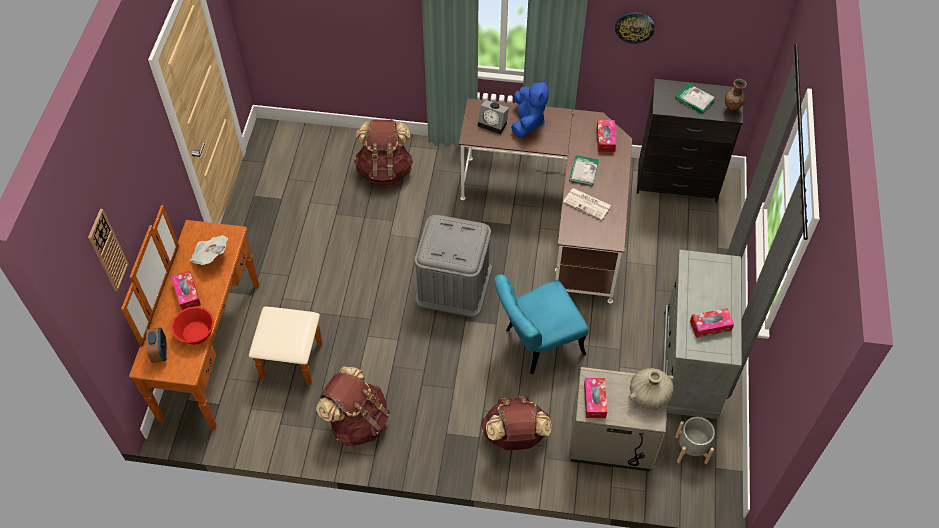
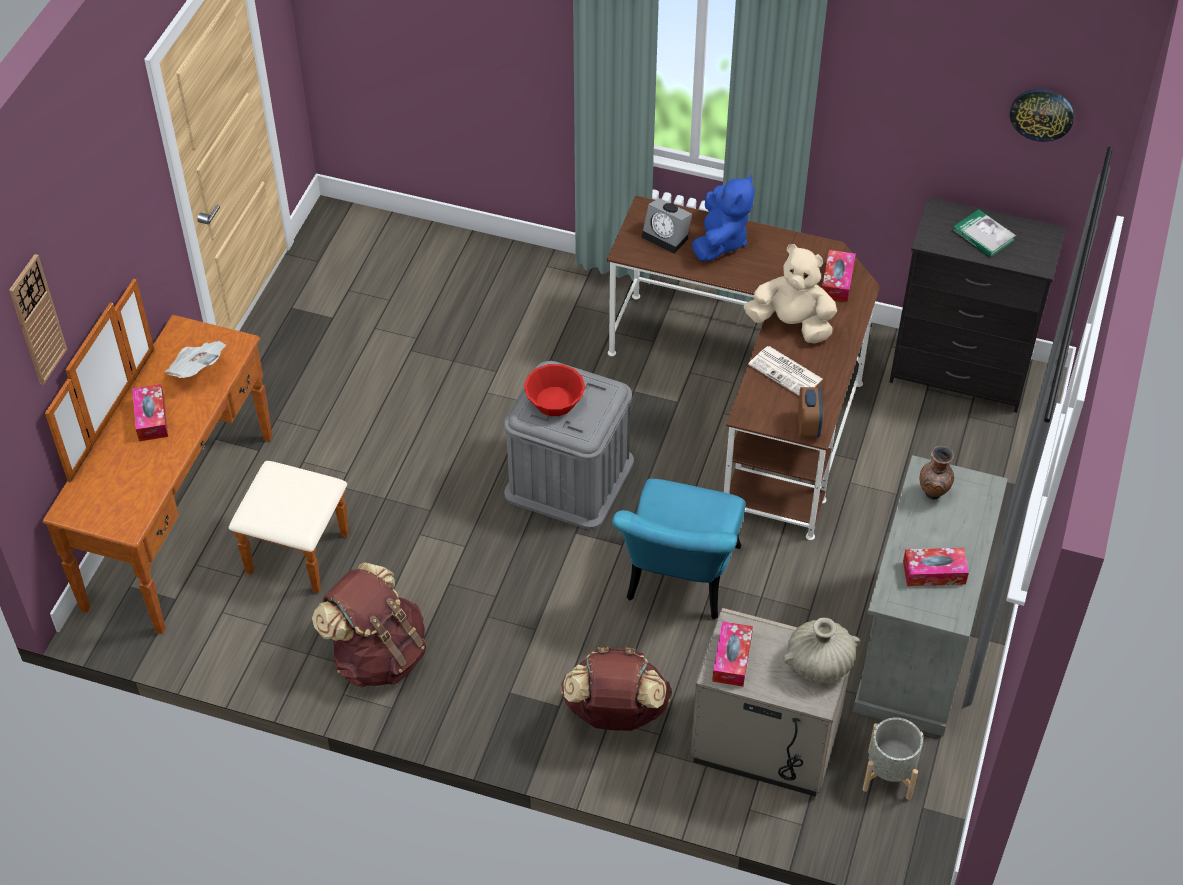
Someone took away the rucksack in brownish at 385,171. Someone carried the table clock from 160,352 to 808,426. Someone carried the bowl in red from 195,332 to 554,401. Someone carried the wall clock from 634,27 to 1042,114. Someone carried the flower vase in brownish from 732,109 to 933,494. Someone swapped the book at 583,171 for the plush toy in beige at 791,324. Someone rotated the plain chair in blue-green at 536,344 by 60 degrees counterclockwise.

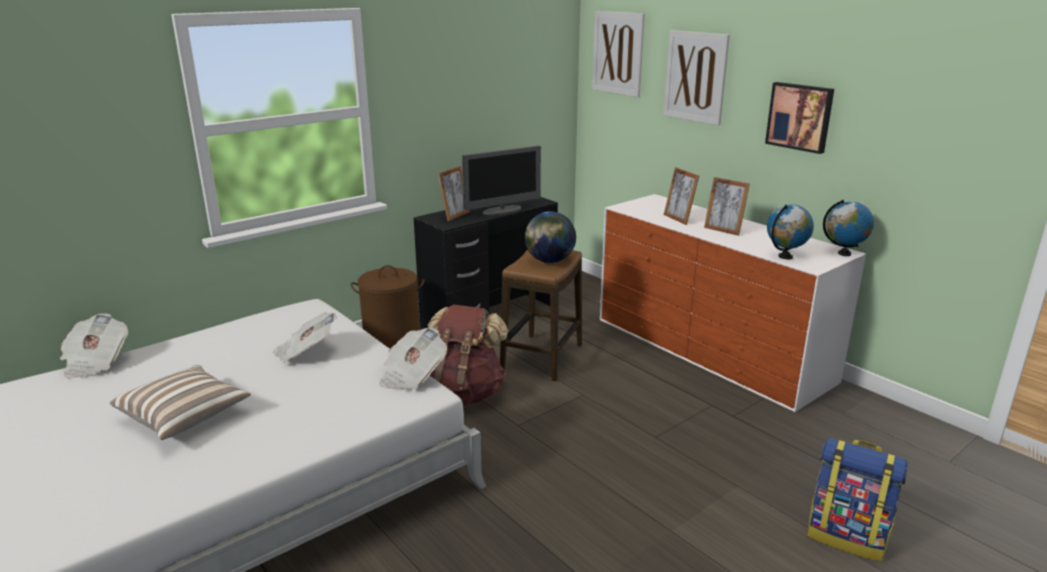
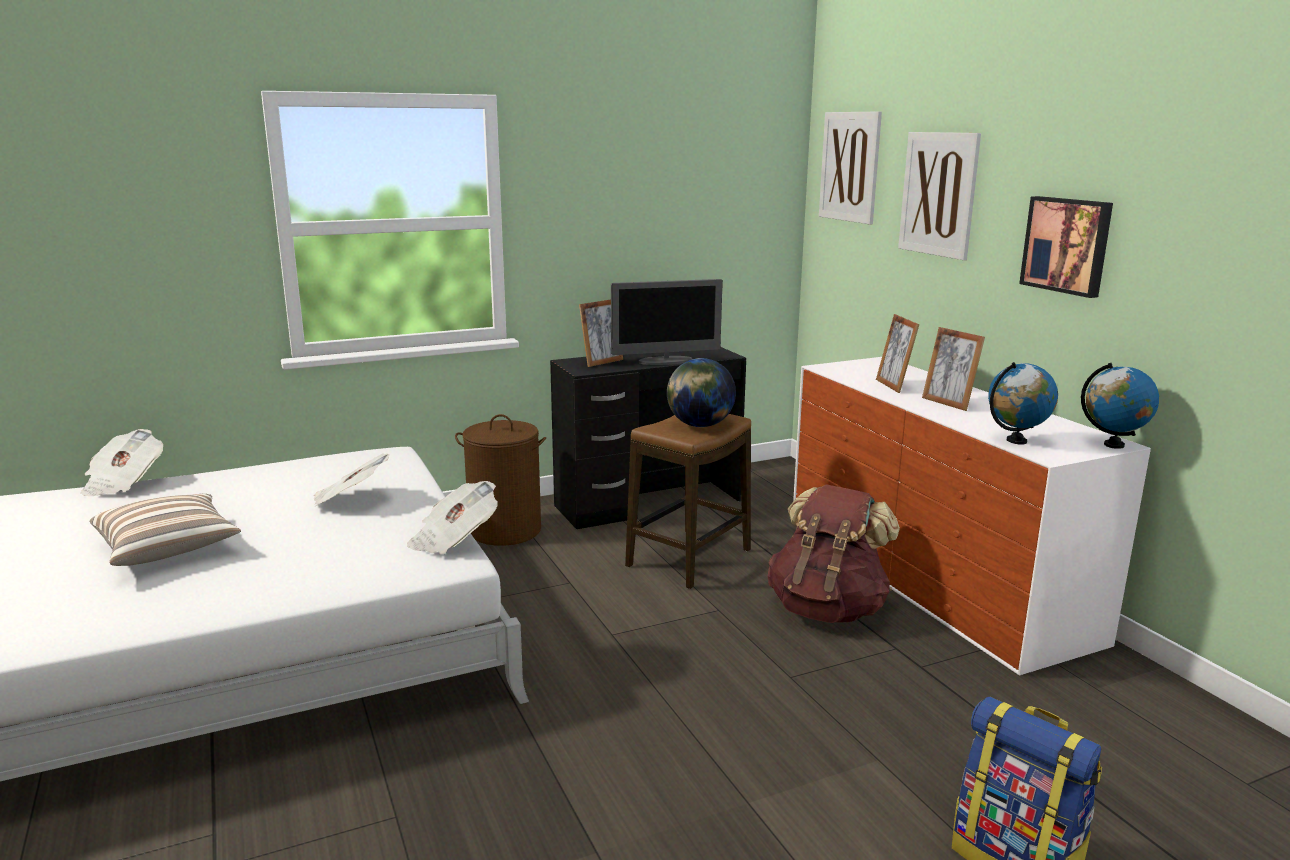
Someone carried the rucksack in brownish from 463,393 to 827,609.

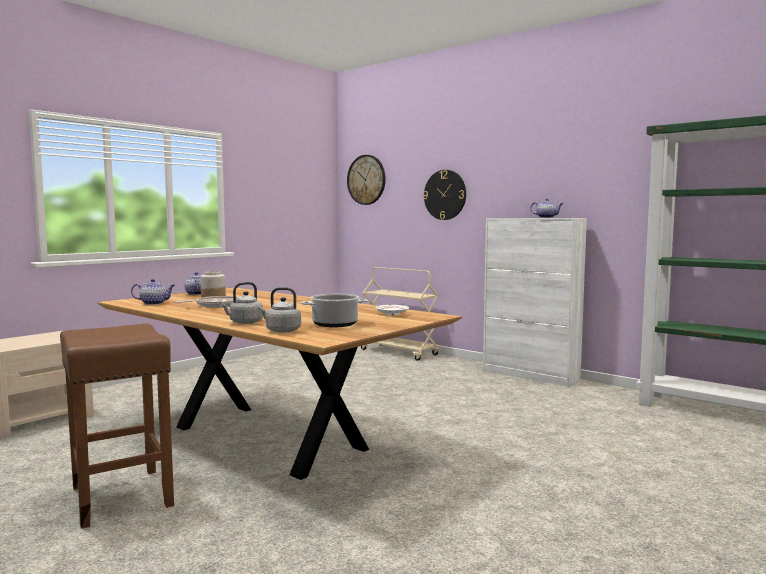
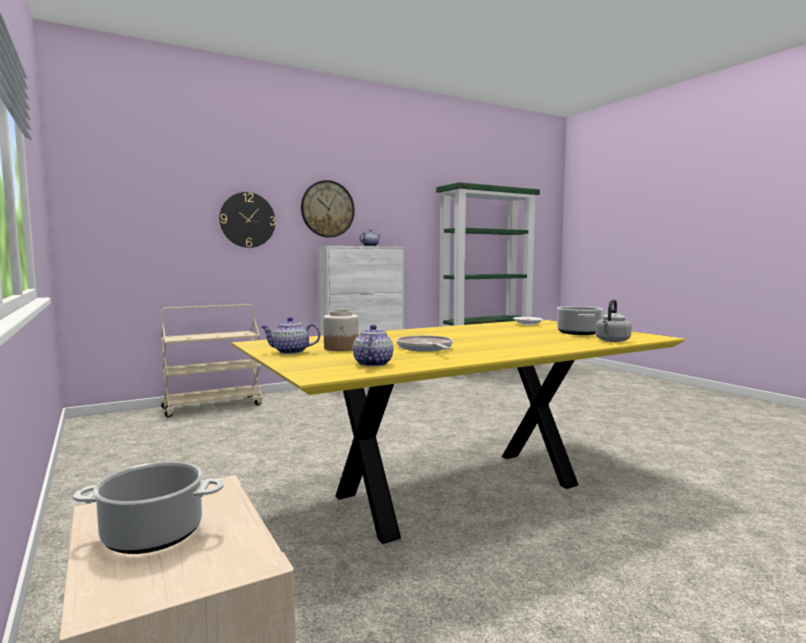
Someone took away the stool in brownish at 120,495. Someone took away the kettle in gray at 244,322. Someone put down the stockpot at 154,534. Someone carried the wall clock from 366,180 to 327,209. Someone repainted the kitchen table in brownish at 268,438, which became the kitchen table in yellow-coloured at 461,490.

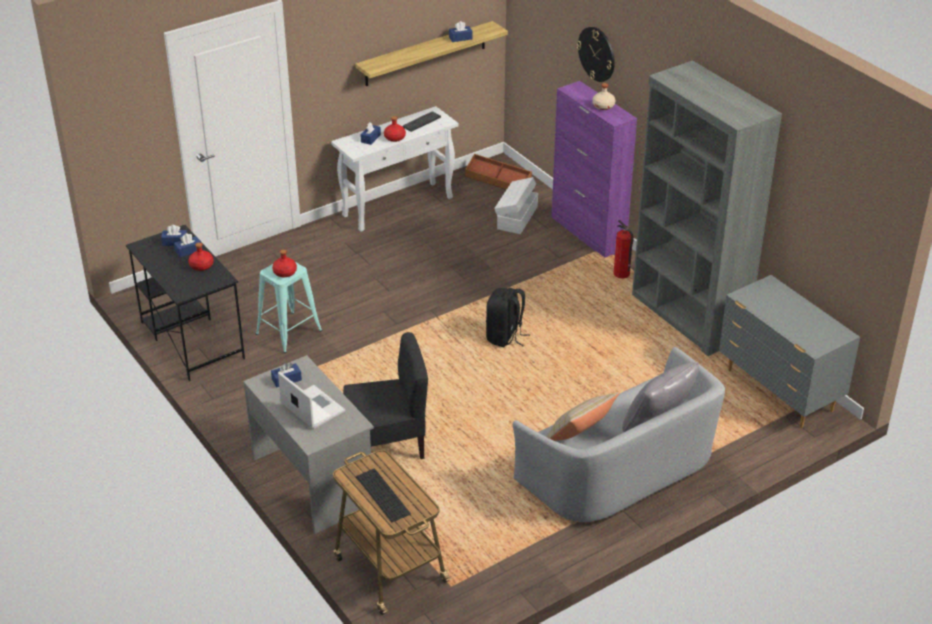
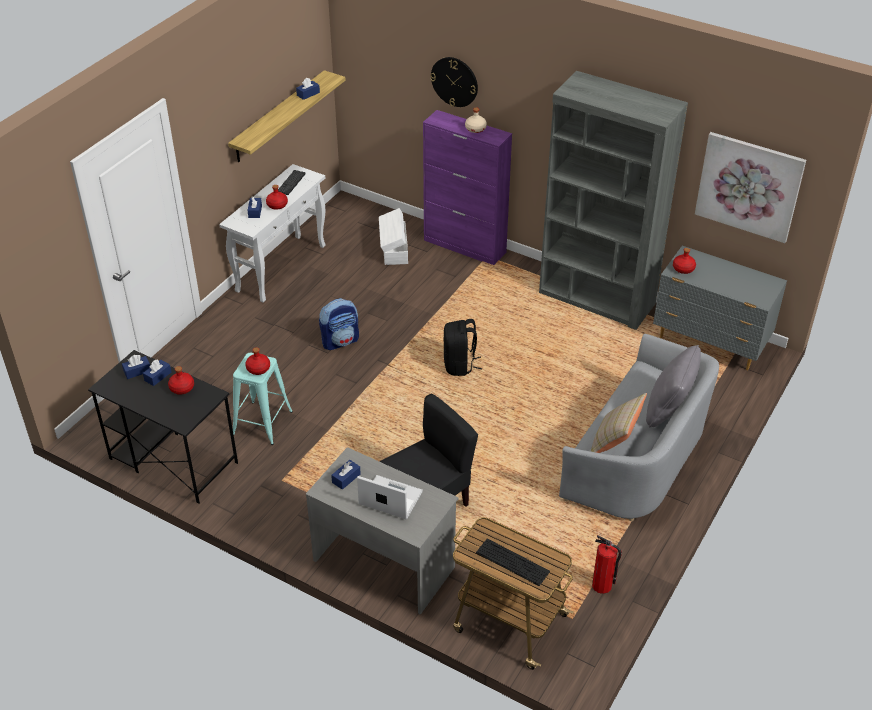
Someone took away the storage box in brownish at 498,181. Someone put down the rucksack at 340,341. Someone put down the bottle in red at 683,268. Someone put up the wall picture at 749,186. Someone carried the fire extinguisher from 621,274 to 602,585.

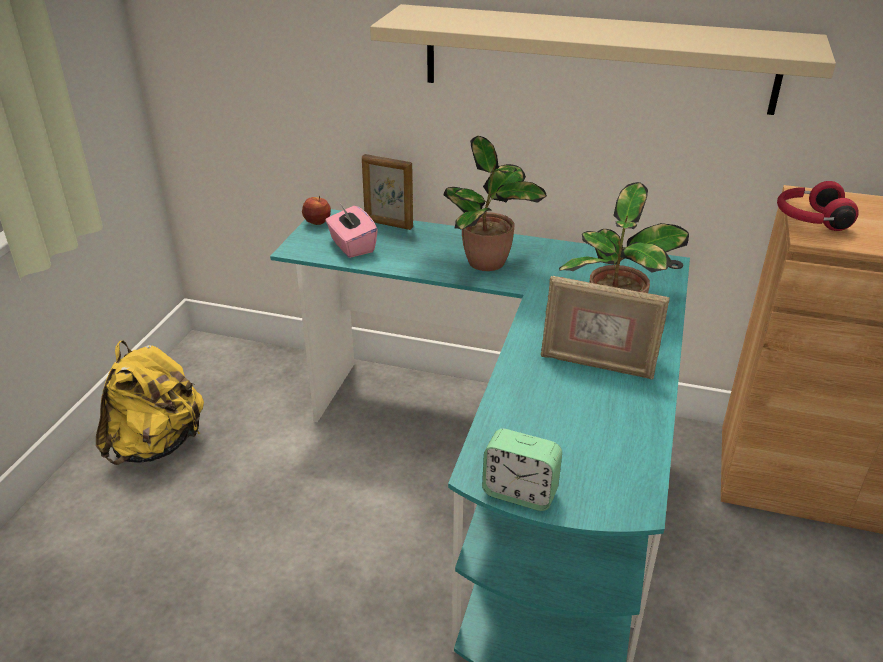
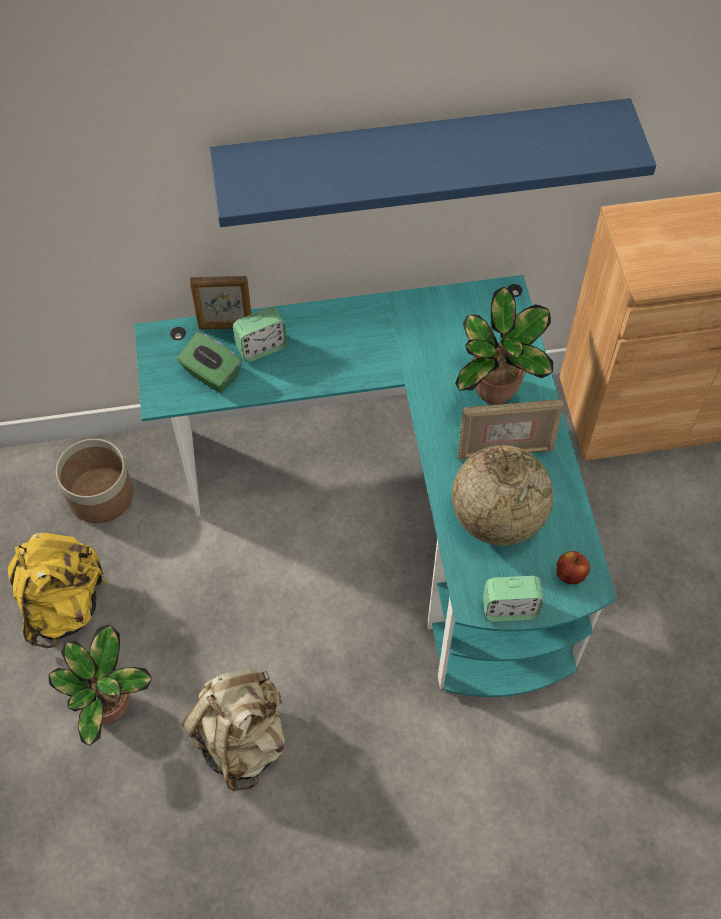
Someone took away the headphones in red at 810,220. Someone put down the planter at 101,495. Someone put down the rucksack in beige at 242,738. Someone put down the table clock at 261,347. Someone put down the globe at 497,518. Someone carried the apple fruit from 317,222 to 570,574. Someone carried the potted plant from 488,263 to 112,708. Someone repainted the tissue box in pinkish at 352,246, which became the tissue box in green-coloured at 211,374. Someone repainted the bracket shelf in beige at 596,58, which became the bracket shelf in blue-coloured at 421,151.

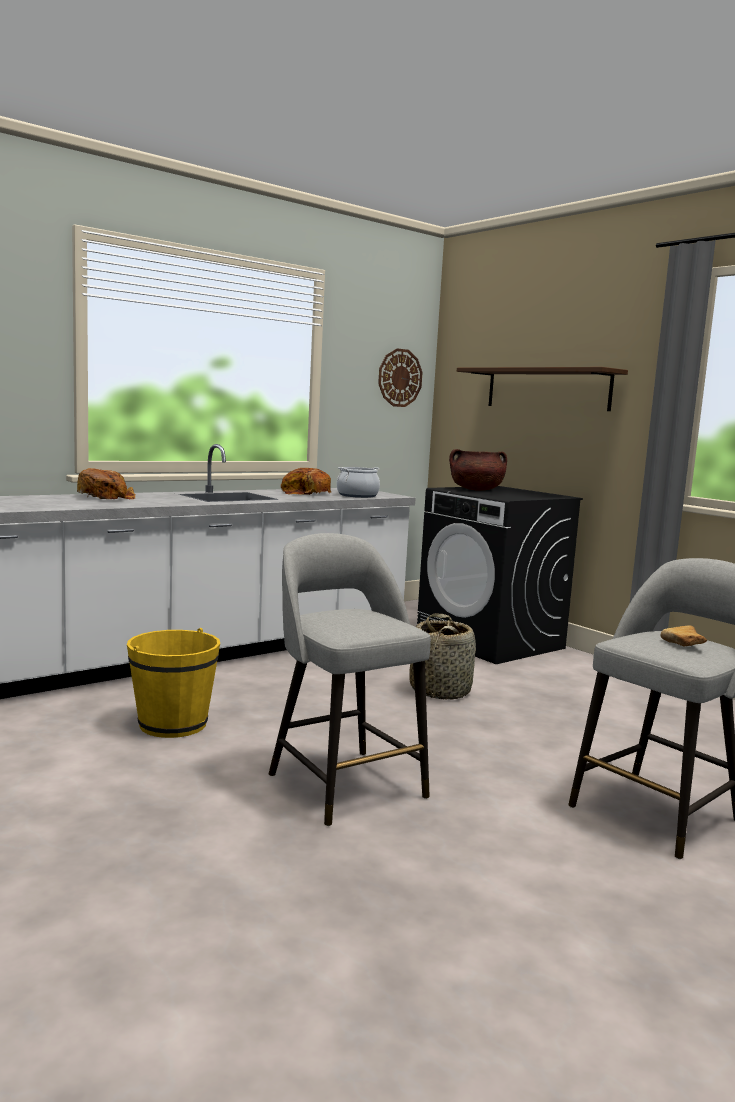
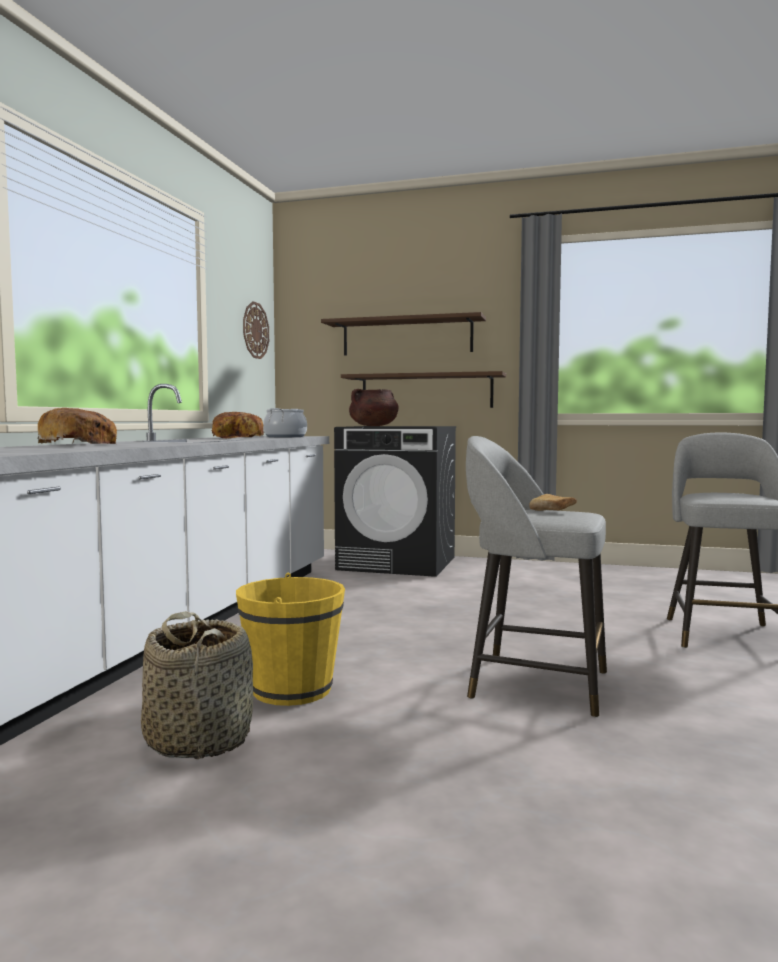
Someone put up the bracket shelf at 426,391. Someone carried the household basket from 440,690 to 199,738. Someone carried the bakery bread from 685,645 to 554,510.

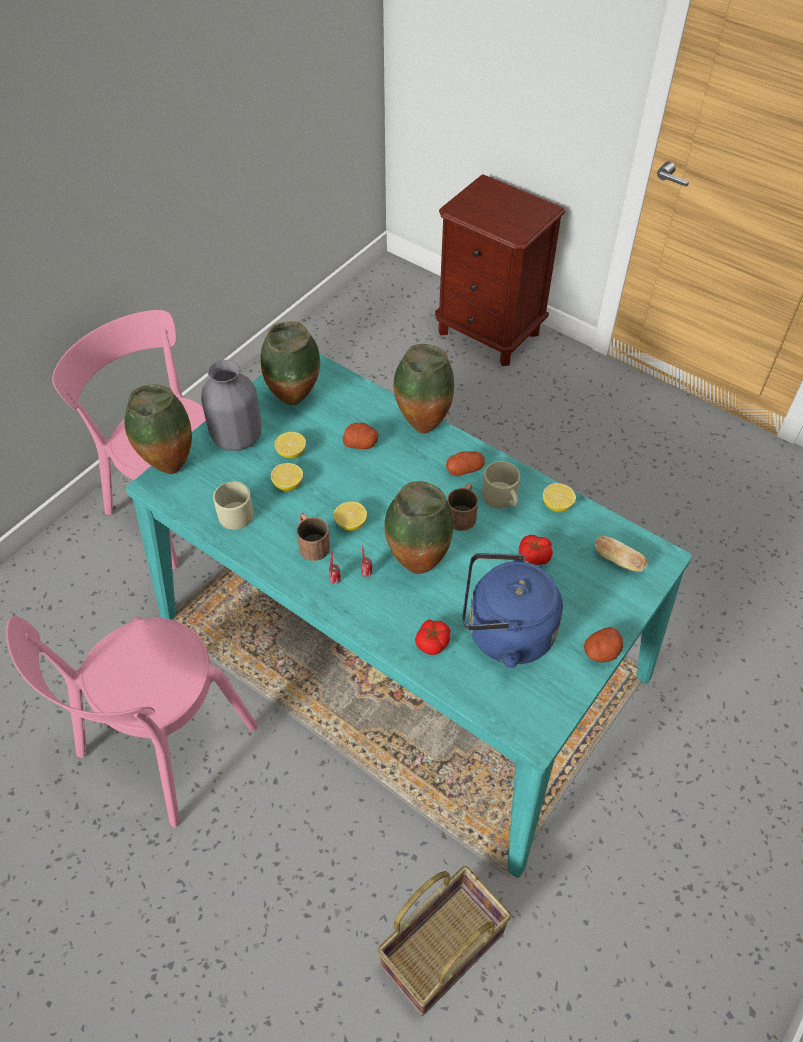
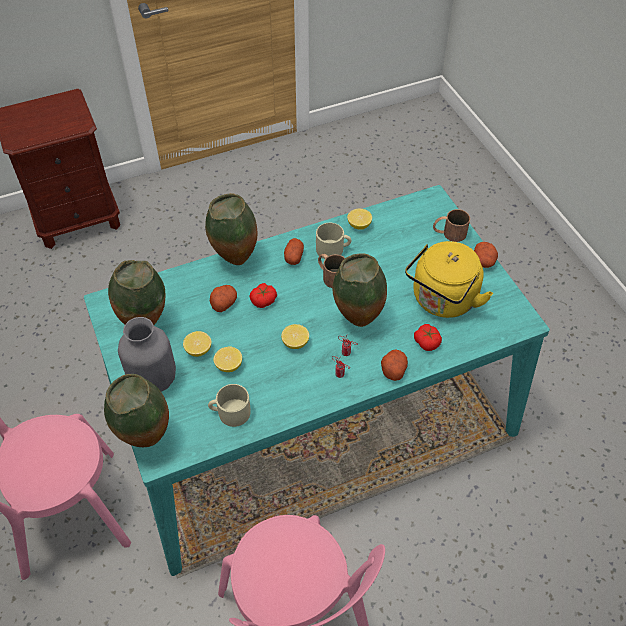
Someone took away the household basket at 441,947. Someone took away the bakery bread at 618,561. Someone put down the spud at 393,369. Someone carried the tea mug in brownish from 311,542 to 449,233. Someone carried the tomato from 534,555 to 263,300. Someone repainted the kettle in blue-coloured at 504,633, which became the kettle in yellow-coloured at 442,301.

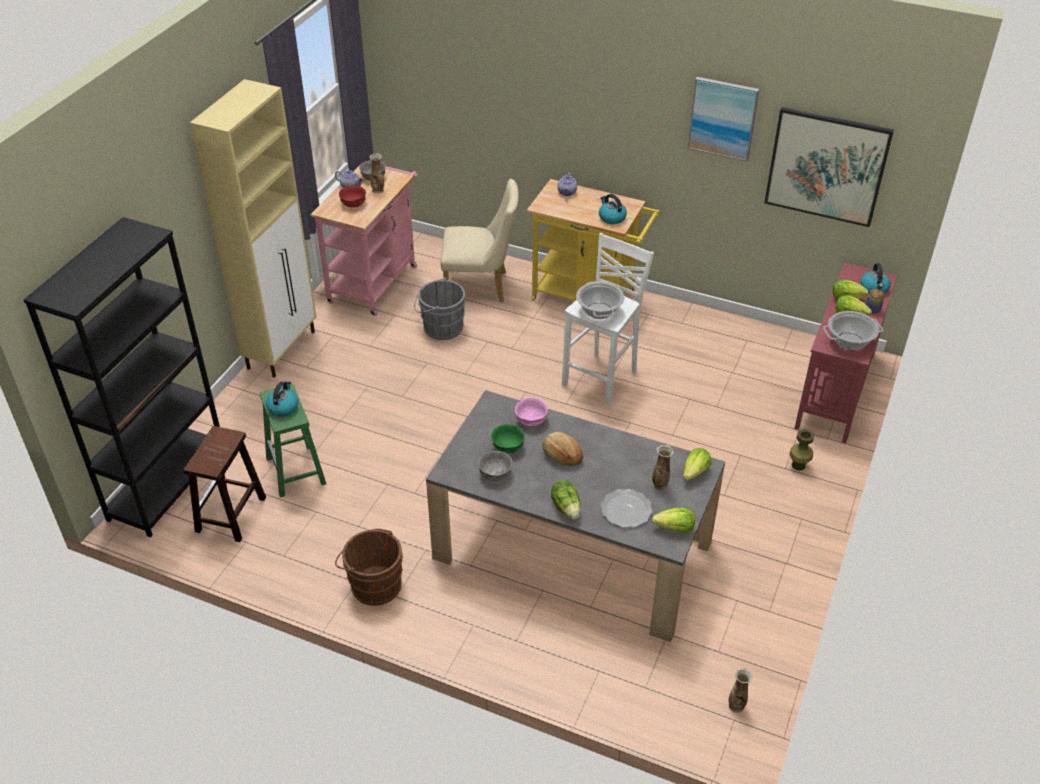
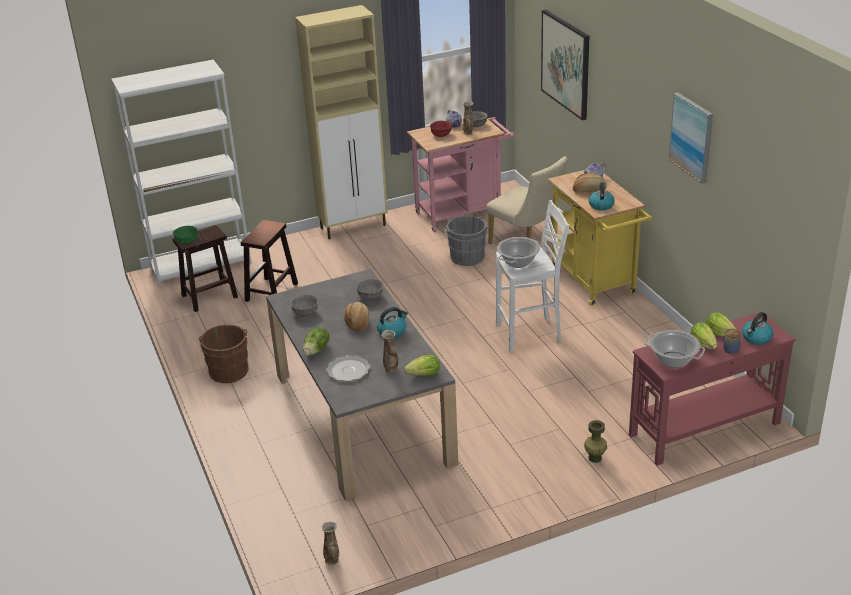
Someone took away the lettuce at 675,528. Someone put down the bakery bread at 589,191. Someone carried the kettle from 283,407 to 392,331. Someone carried the bowl in green-coloured from 508,446 to 187,241. Someone carried the wall picture from 826,166 to 566,63. Someone repainted the bookshelf in blackish at 168,484, which became the bookshelf in whitish at 201,266. Someone repainted the stool in green-coloured at 296,471, which became the stool in brownish at 271,292. Someone repainted the bowl in pinkish at 531,420, which became the bowl in gray at 370,297.

